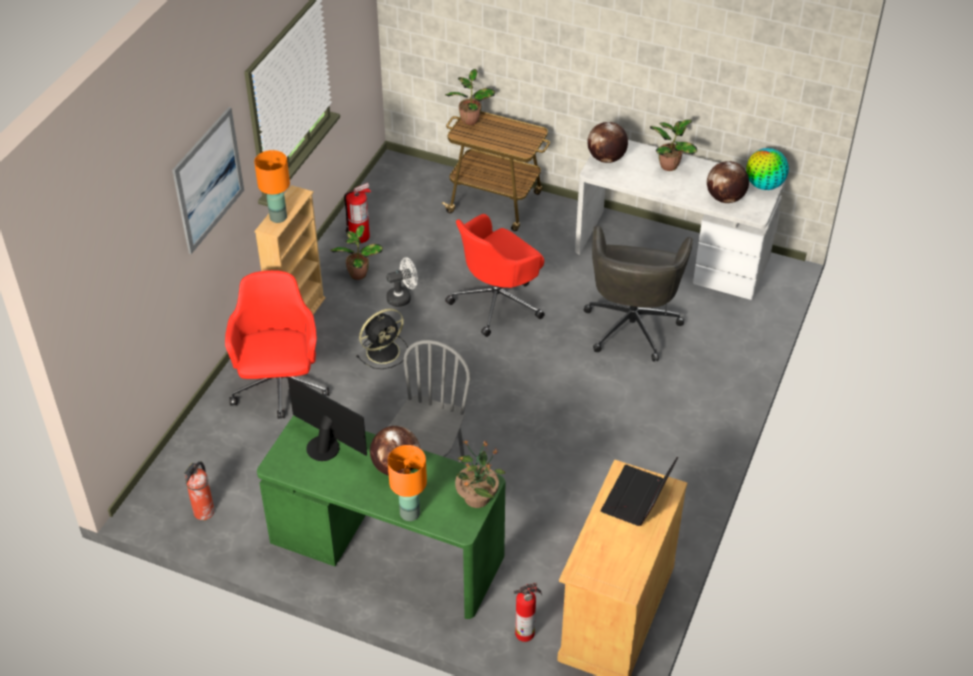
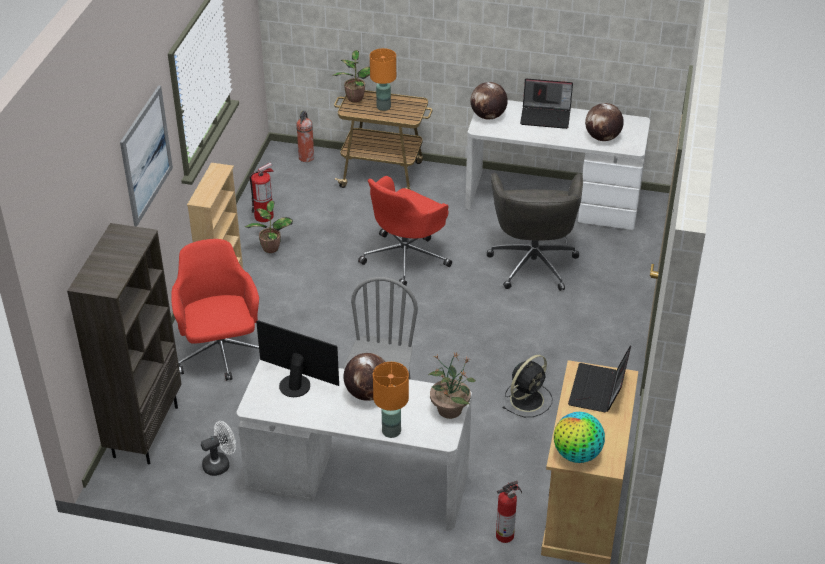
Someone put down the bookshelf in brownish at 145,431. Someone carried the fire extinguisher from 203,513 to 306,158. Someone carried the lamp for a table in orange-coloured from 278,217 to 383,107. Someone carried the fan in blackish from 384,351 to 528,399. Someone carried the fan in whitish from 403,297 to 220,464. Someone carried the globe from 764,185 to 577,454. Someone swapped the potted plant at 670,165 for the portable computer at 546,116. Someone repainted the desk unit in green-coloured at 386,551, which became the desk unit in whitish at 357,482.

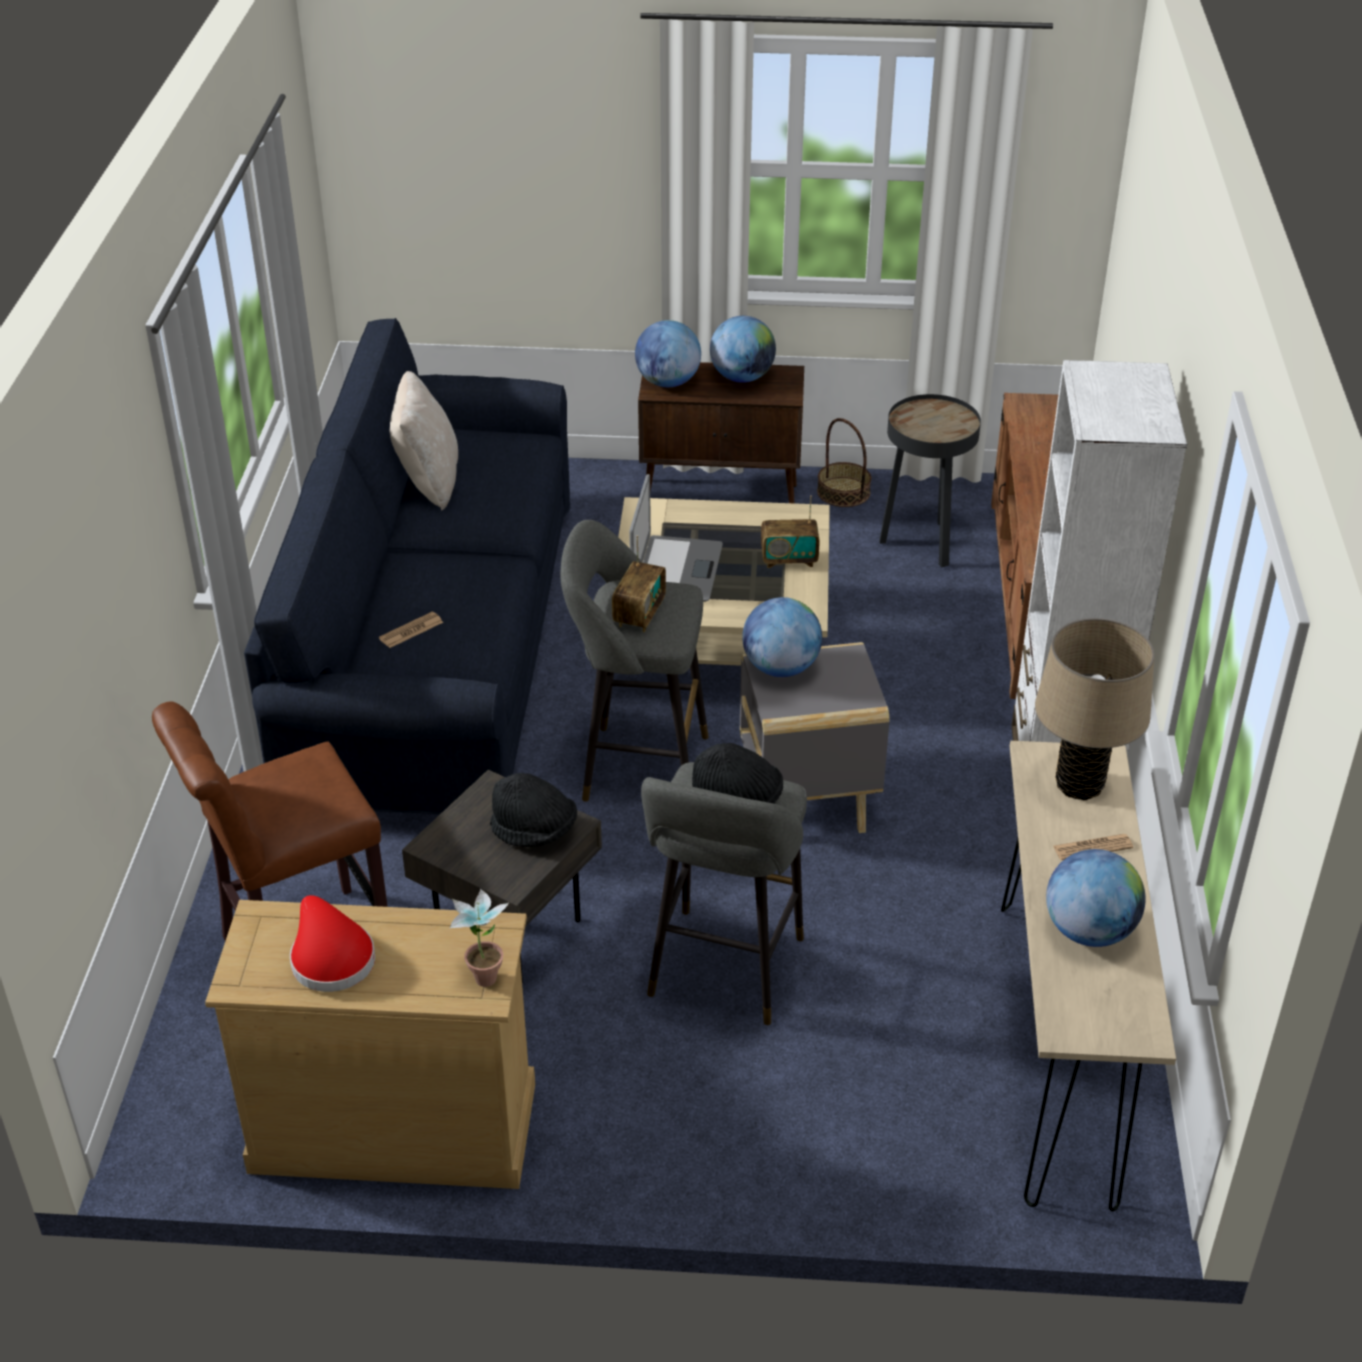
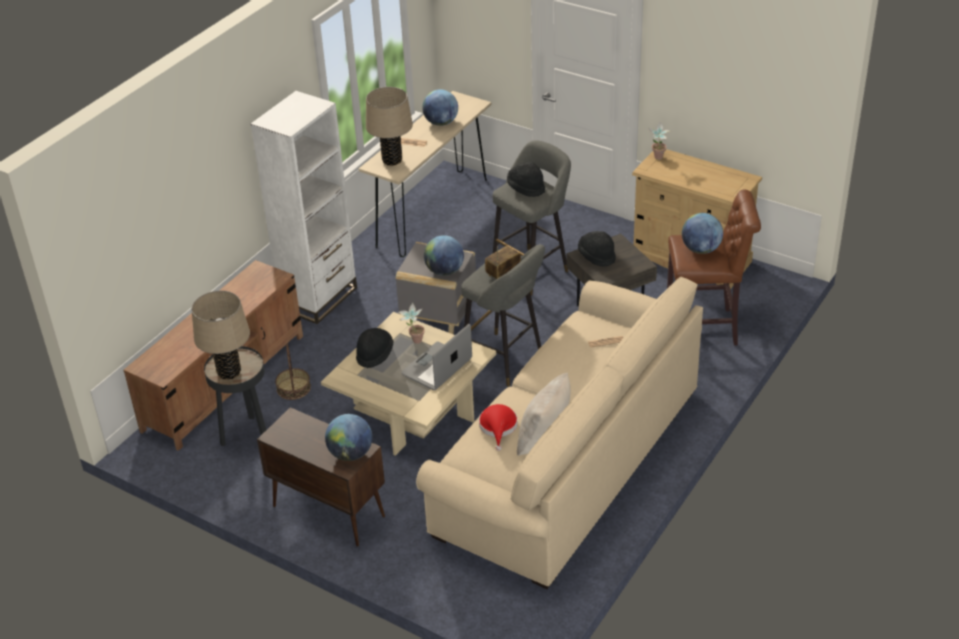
Someone put down the lamp for a table in beige at 229,372. Someone put down the potted plant at 413,341. Someone carried the hat in red from 330,957 to 498,427. Someone carried the globe from 742,377 to 701,249. Someone carried the household basket from 843,492 to 293,388. Someone swapped the radio receiver at 789,559 for the hat in blackish at 374,354. Someone repainted the couch in blue-coloured at 436,650, which became the couch in beige at 567,461.

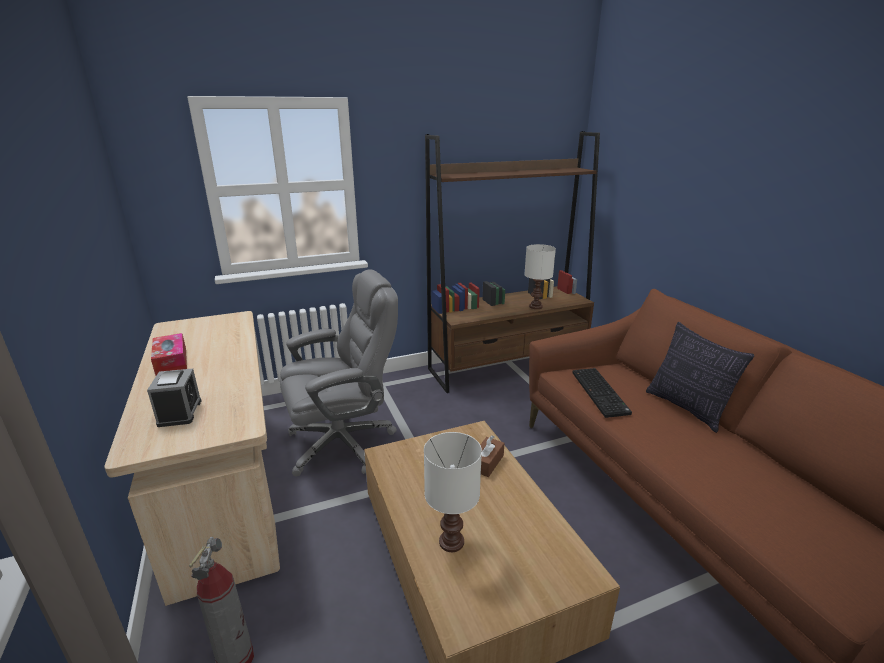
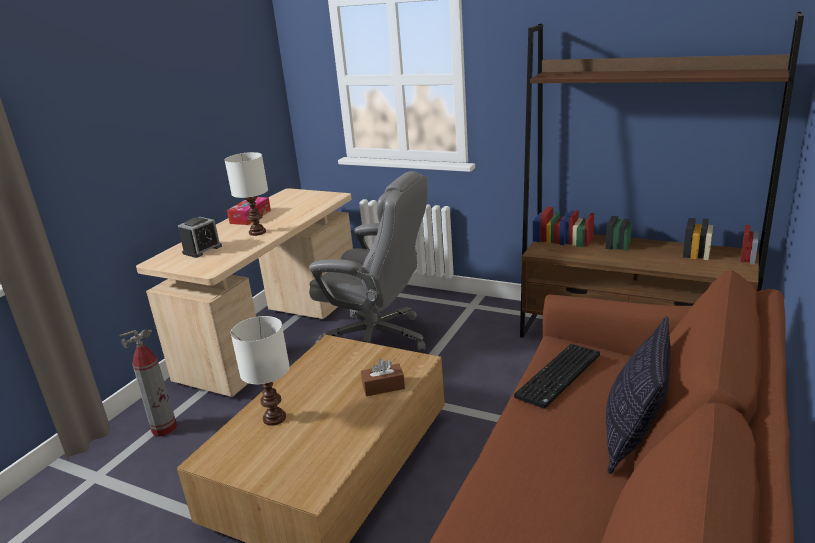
Someone carried the lamp for a table in whitish from 536,307 to 257,232.

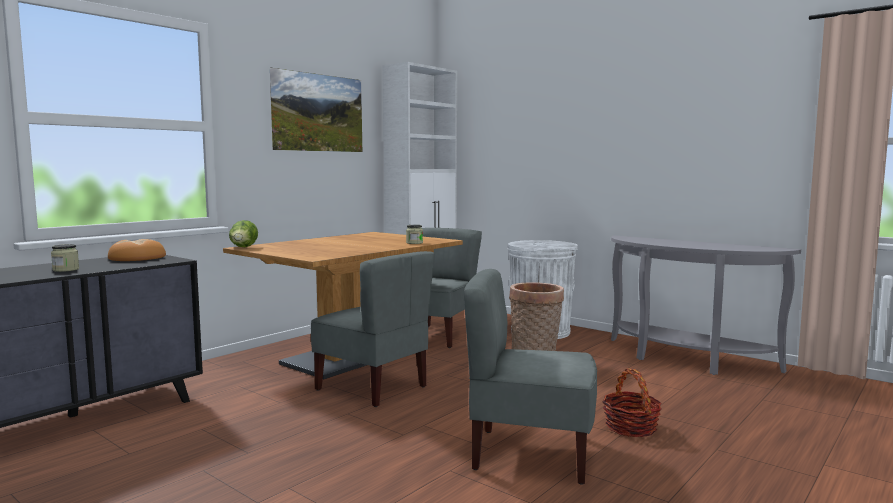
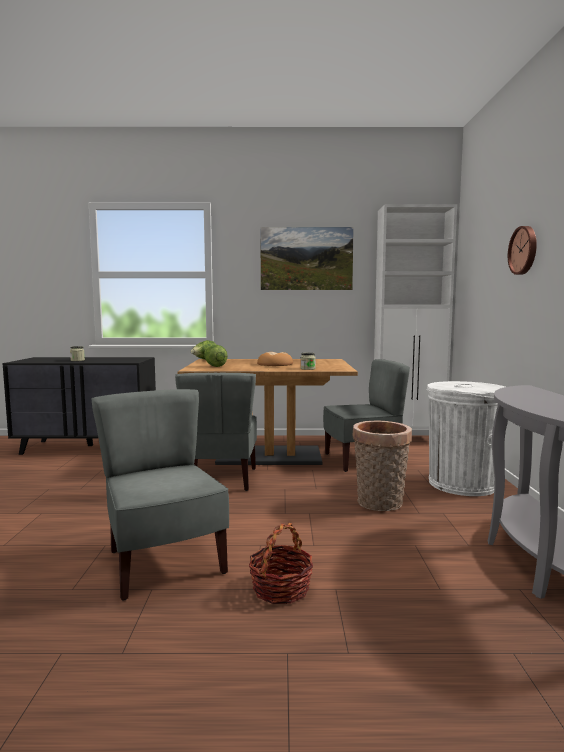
Someone put down the lettuce at 215,366. Someone put up the wall clock at 524,250. Someone carried the bakery bread from 137,258 to 275,364.

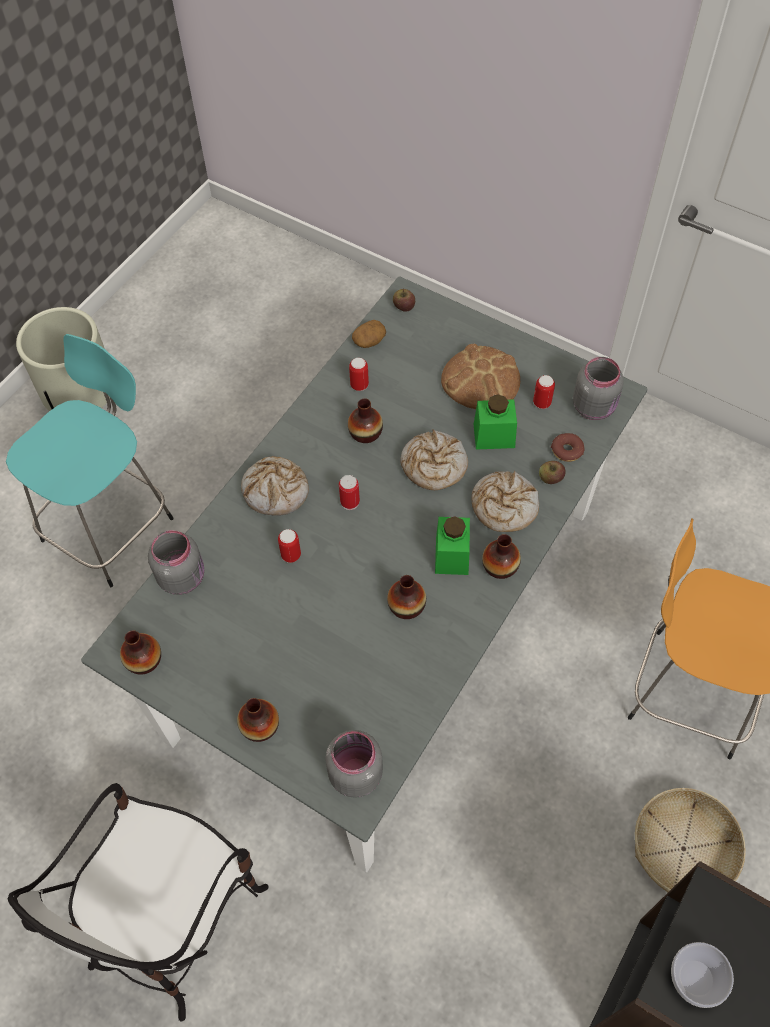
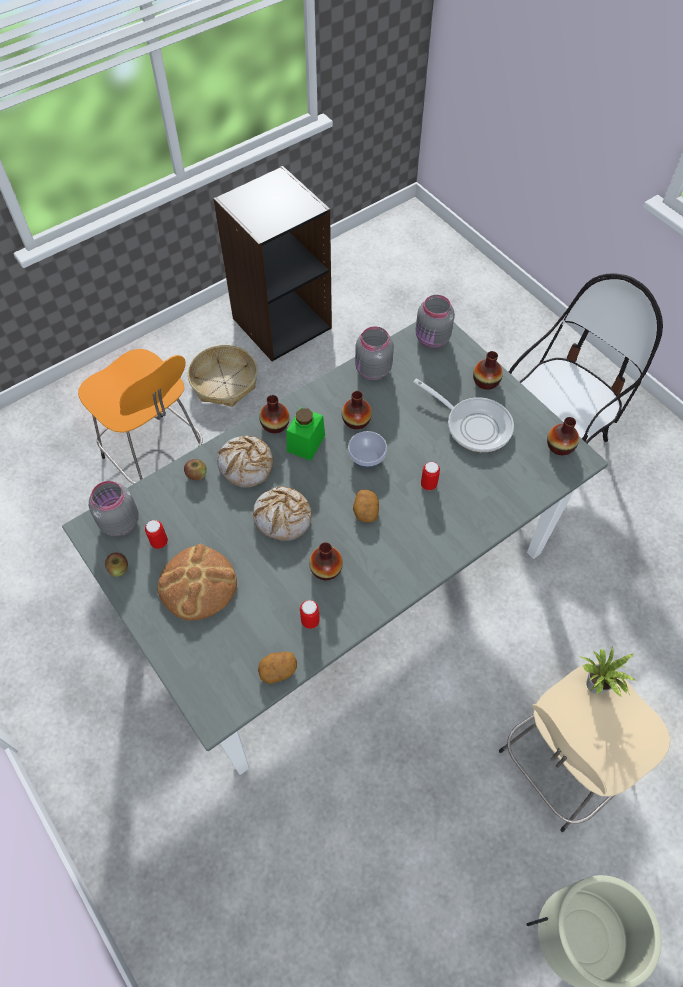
Someone took away the bakery bread at 276,491. Someone took away the preserve jar in green-coloured at 494,436. Someone took away the ring doughnut at 567,450. Someone put down the pan at 473,425. Someone put down the potted plant at 596,687. Someone carried the preserve jar in gray from 183,576 to 372,370. Someone carried the apple fruit from 403,307 to 119,569. Someone carried the bowl from 697,977 to 365,458. Someone swapped the sealed can at 350,502 for the spud at 365,511. Someone repainted the stool in blue-green at 111,526, which became the stool in beige at 560,765.

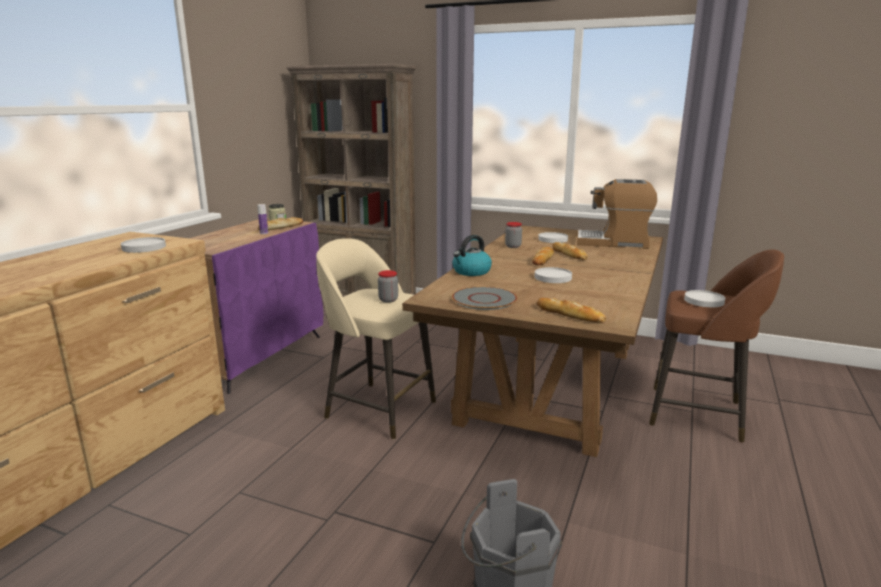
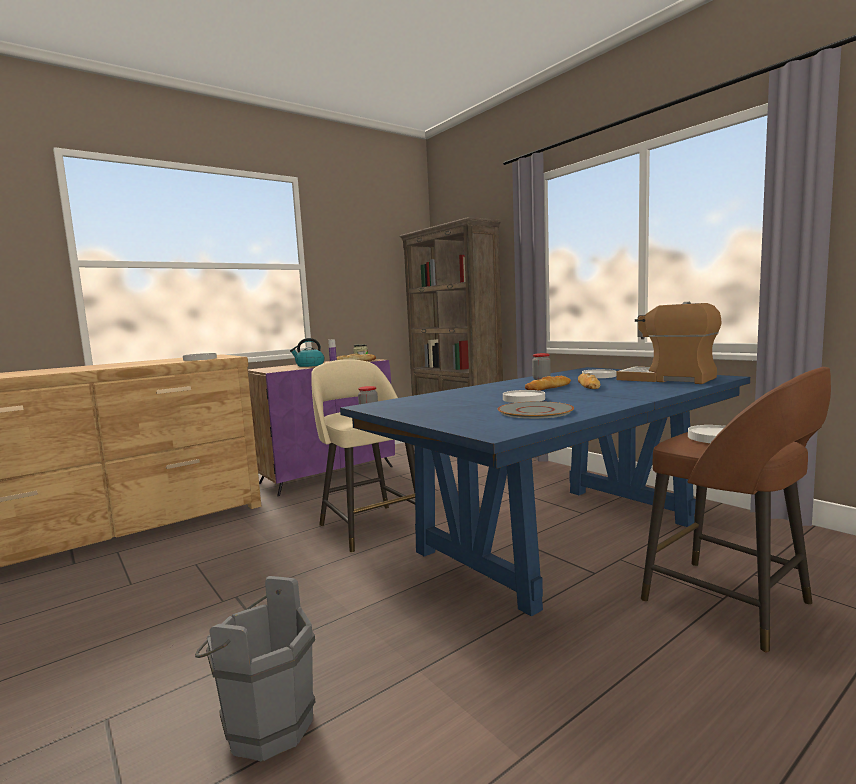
Someone took away the bakery bread at 570,314. Someone carried the kettle from 471,272 to 309,365. Someone carried the plate in gray from 484,299 to 535,411. Someone repainted the kitchen table in brownish at 549,386, which became the kitchen table in blue-coloured at 558,538.

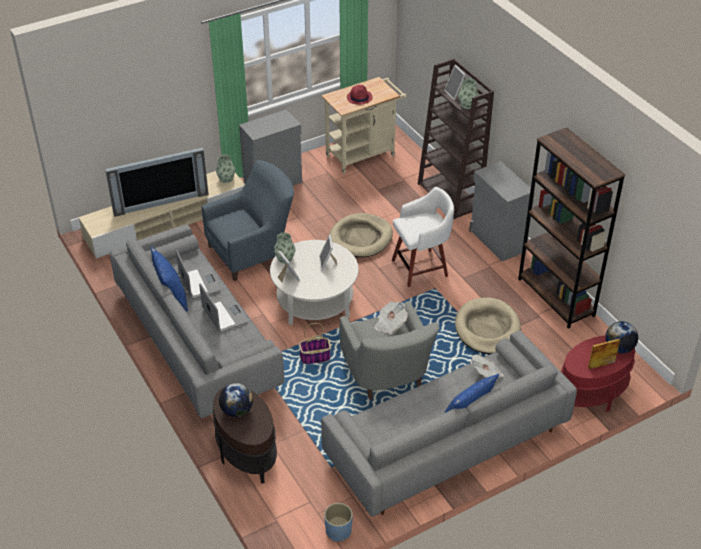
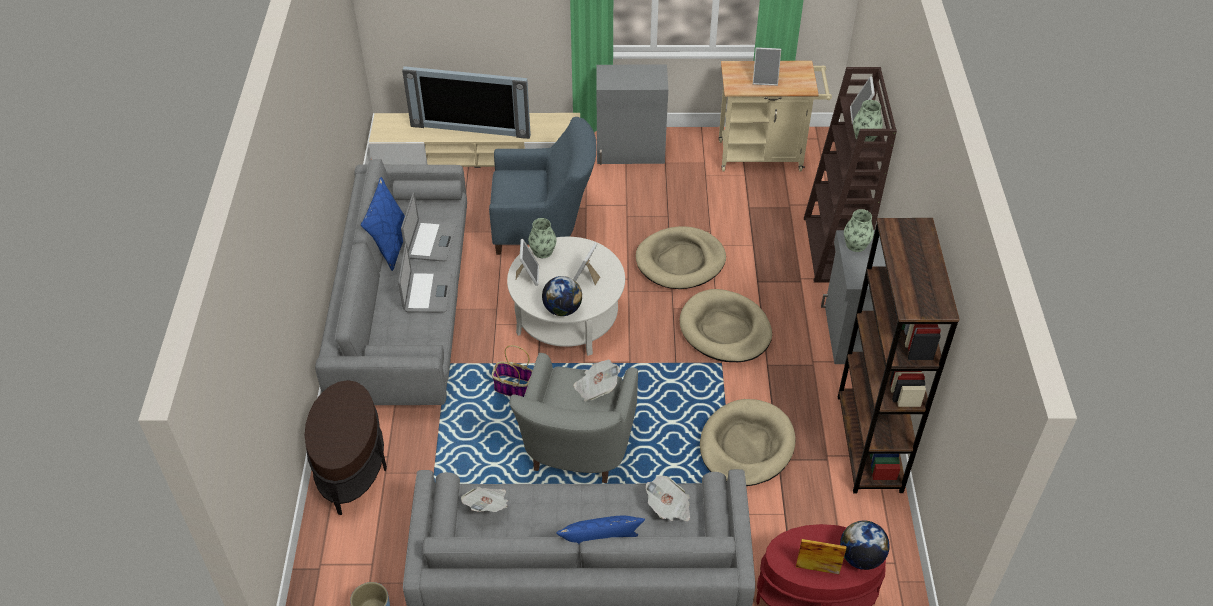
Someone put down the printed paper at 487,506. Someone carried the flower vase from 226,179 to 856,244. Someone carried the globe from 237,411 to 562,309. Someone swapped the hat in red at 359,97 for the picture frame at 765,79. Someone swapped the stool in whitish at 421,268 for the dog bed in beige at 725,330.

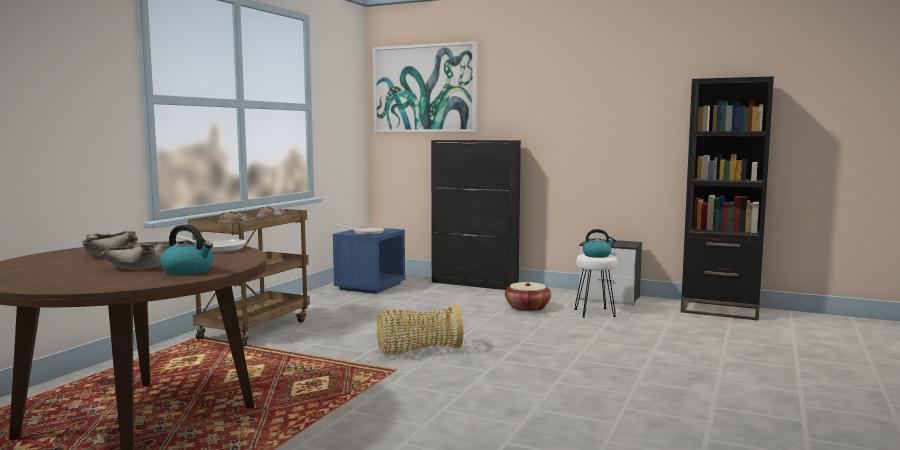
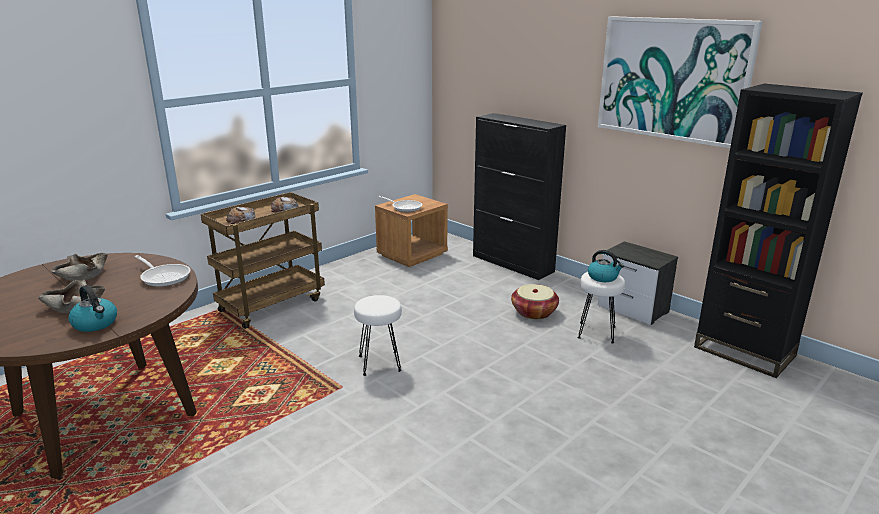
Someone carried the wall picture from 425,88 to 672,79. Someone swapped the household basket at 417,351 for the stool in whitish at 380,363. Someone repainted the nightstand in blue-coloured at 370,286, which became the nightstand in brownish at 412,255.

